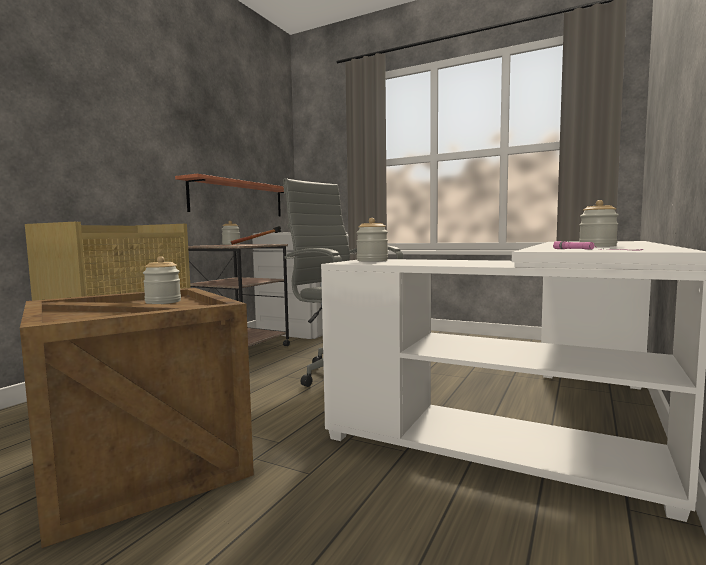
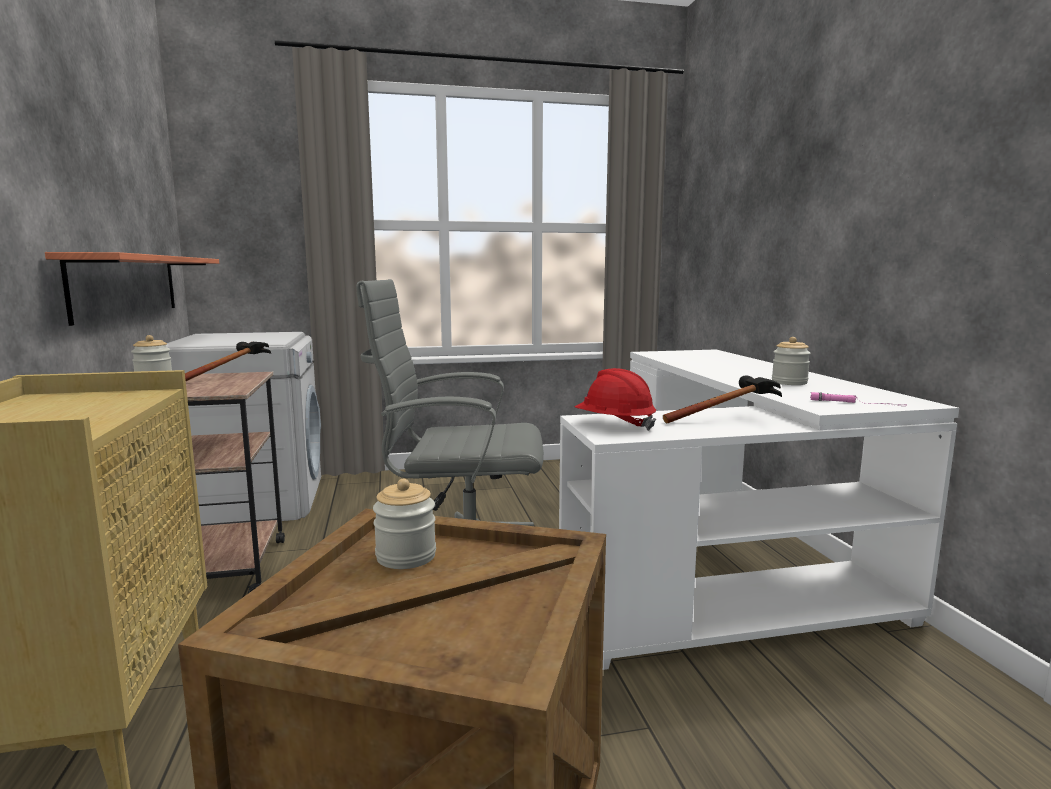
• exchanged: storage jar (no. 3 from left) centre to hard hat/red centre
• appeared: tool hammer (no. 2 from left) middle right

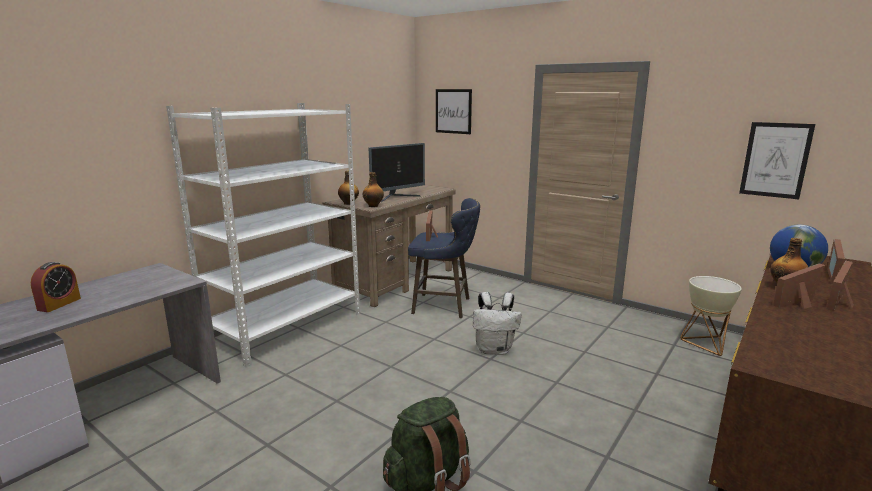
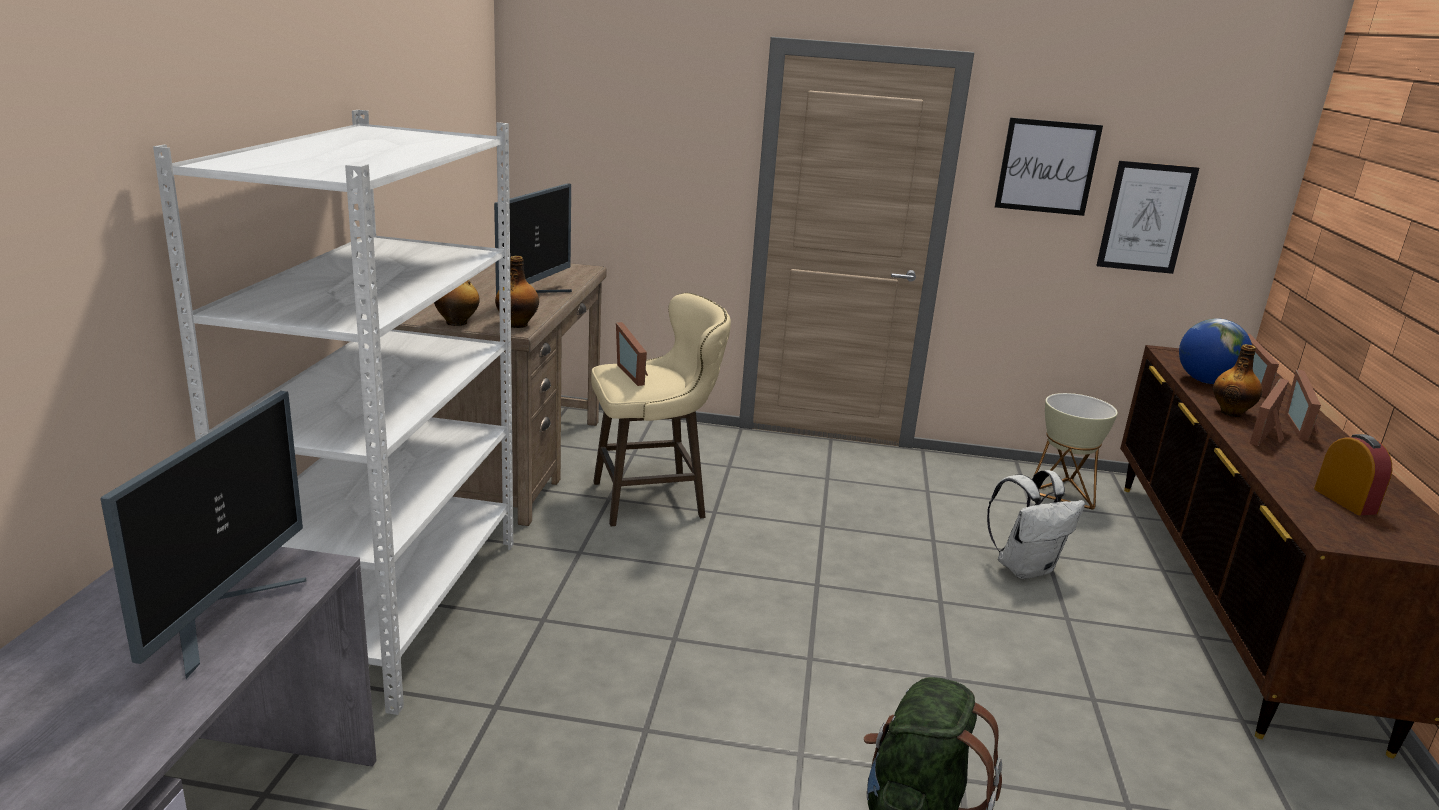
• relocated: wall art (no. 1 from left) top centre to top right
• colour: stool seat/blue-coloured centre to stool seat/beige-coloured centre
• relocated: table clock middle left to middle right
• relocated: backpack/white-coloured centre to middle right
• appeared: monitor (no. 1 from left) middle left

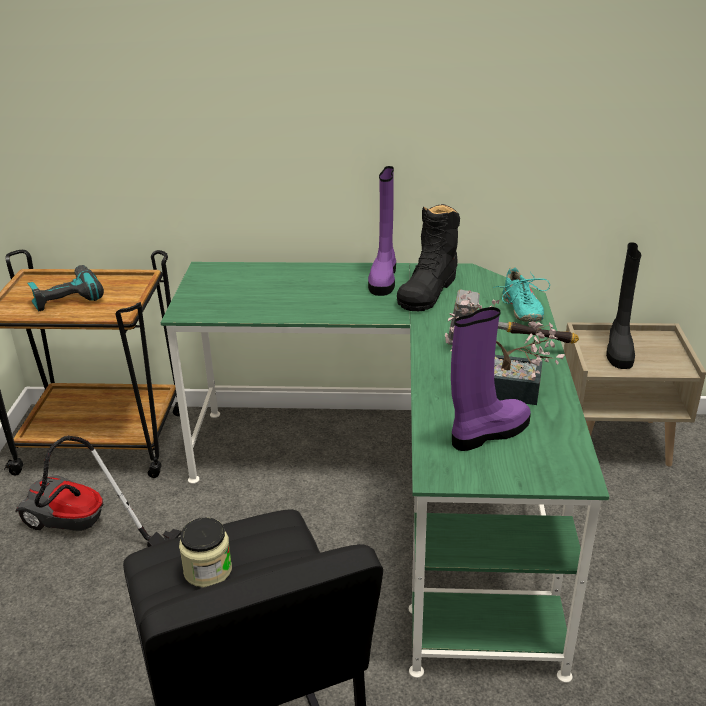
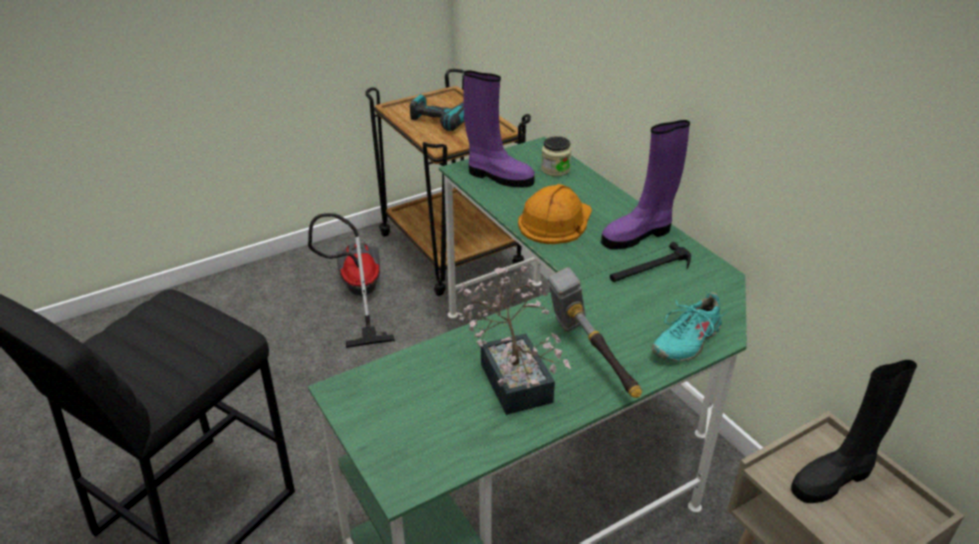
• exchanged: high-top boot/black-coloured (no. 1 from left) centre to tool hammer (no. 2 from left) centre
• relocated: high-top boot/purple (no. 2 from left in the first image) middle right to high-top boot/purple (no. 1 from left) top centre
• relocated: storage jar bottom left to top centre
• appeared: hard hat/orange centre

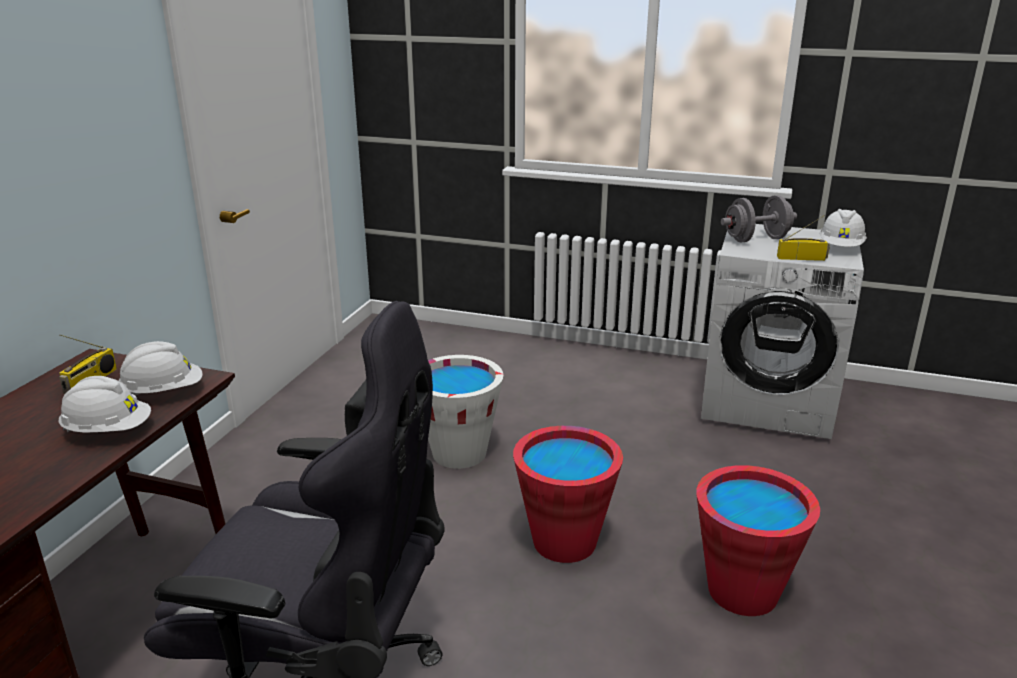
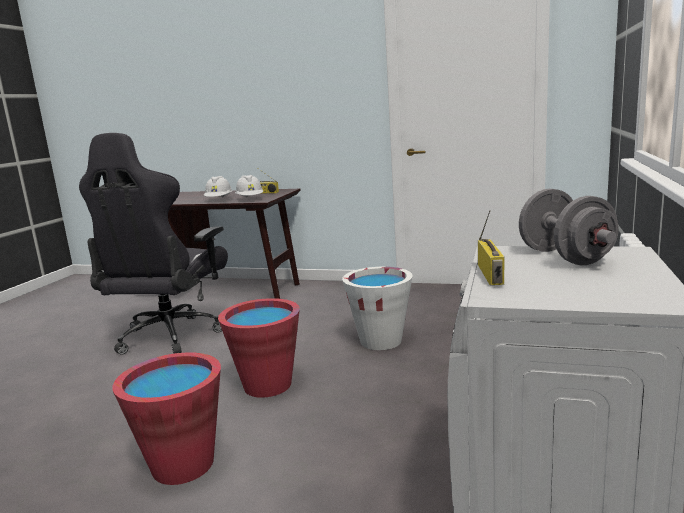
• missing: hard hat/white-coloured (no. 3 from left) middle right

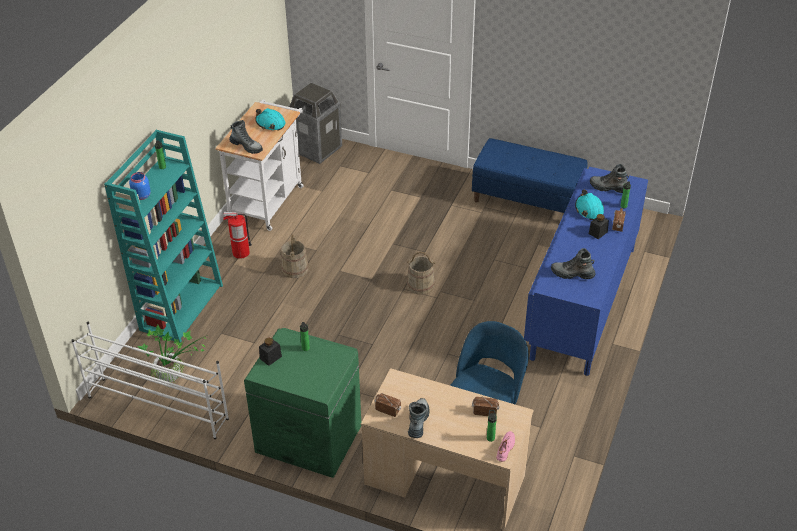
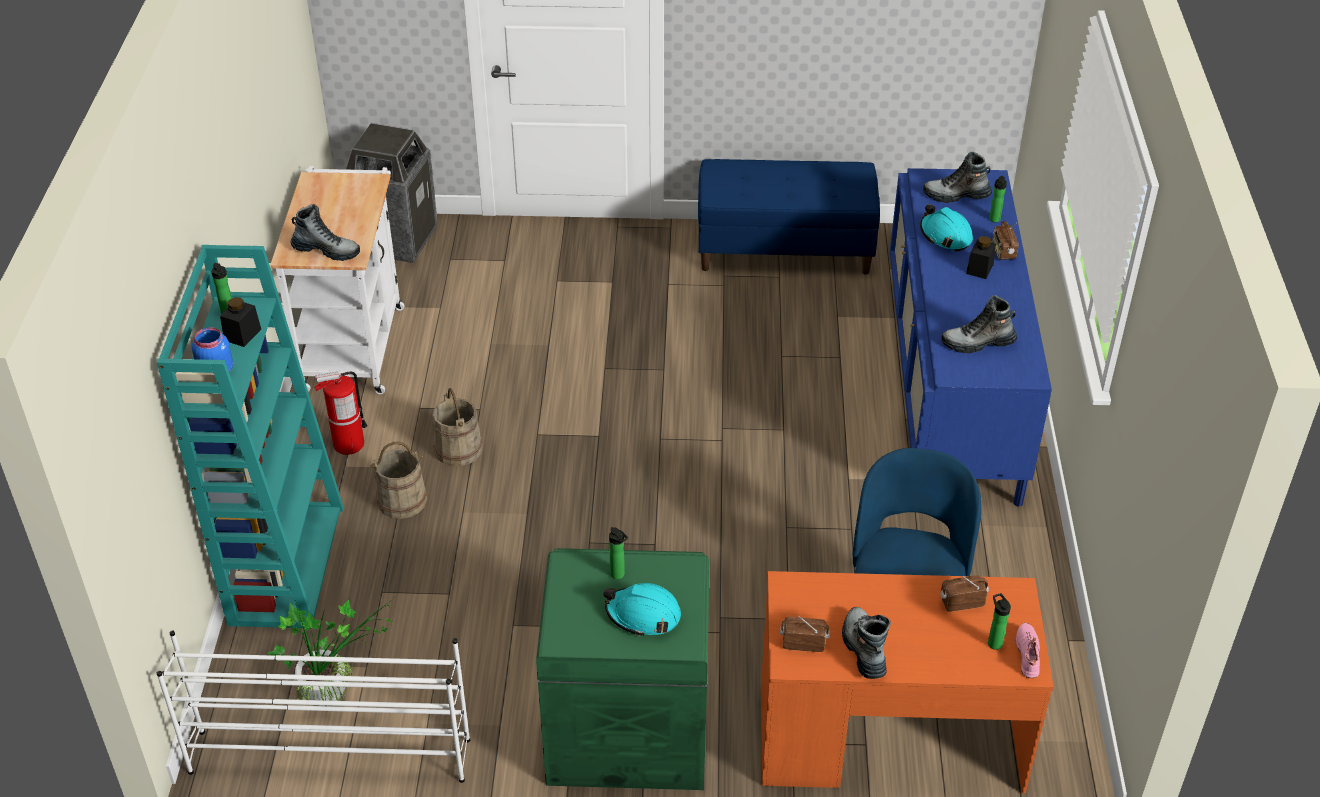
• relocated: hard hat/turquoise-coloured (no. 1 from left) top centre to bottom centre
• relocated: bucket/beige-coloured (no. 2 from left in the first image) centre to bucket/beige-coloured (no. 1 from left) middle left
• relocated: storage jar/black-coloured (no. 1 from left) centre to middle left
• colour: desk unit/beige-coloured bottom centre to desk unit/orange bottom right

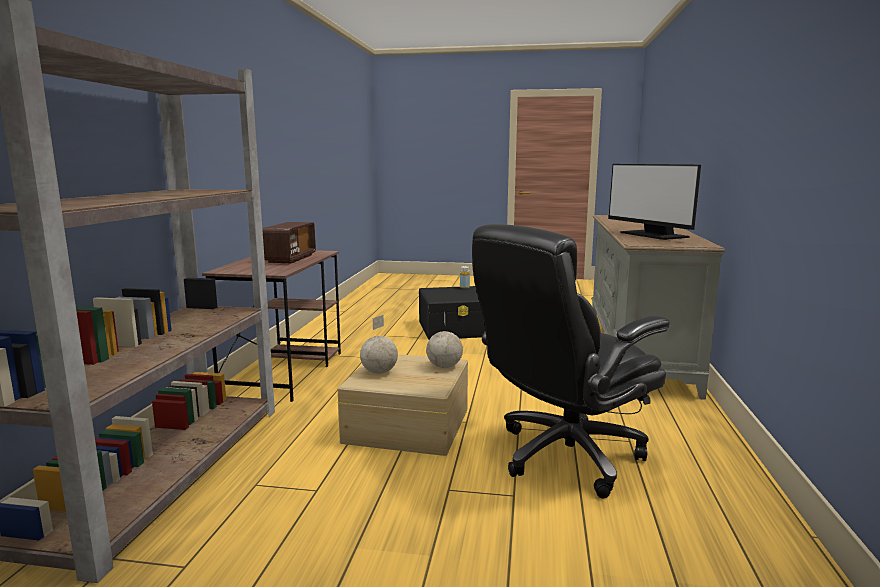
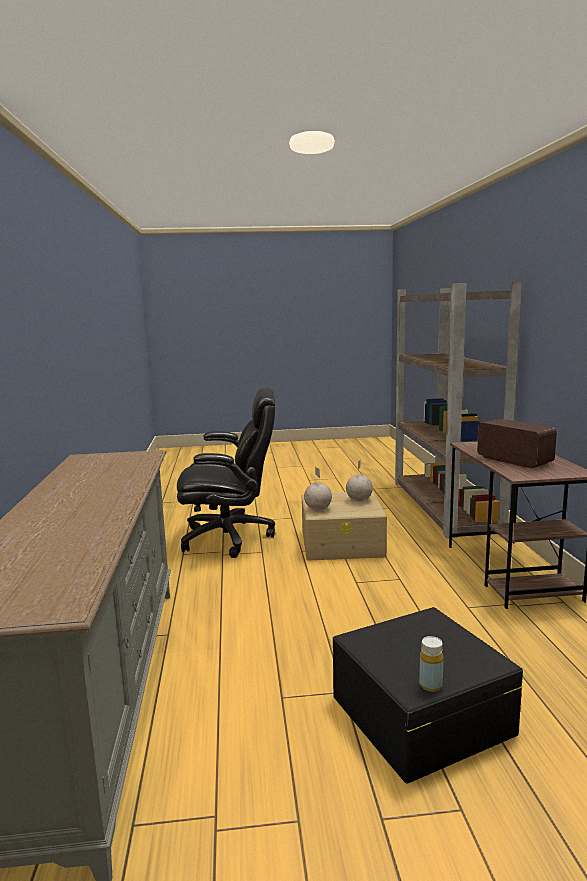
• missing: monitor middle right
• spun: radio receiver middle left = middle right 150 degrees clockwise
• spun: computer chair/black-coloured centre = centre 45 degrees clockwise

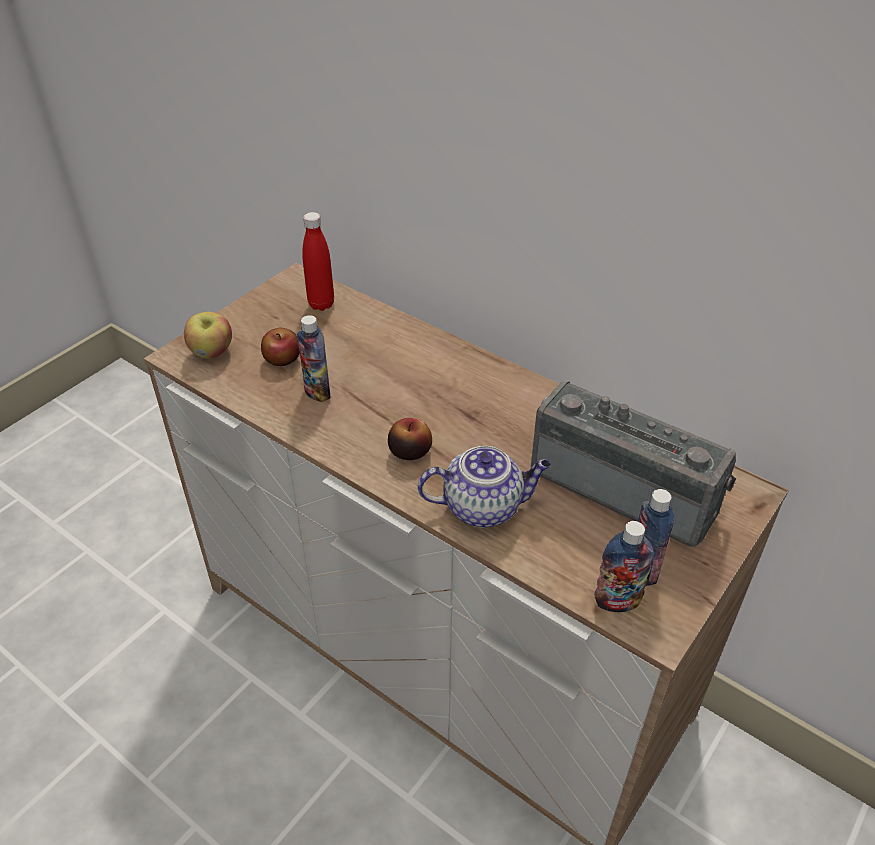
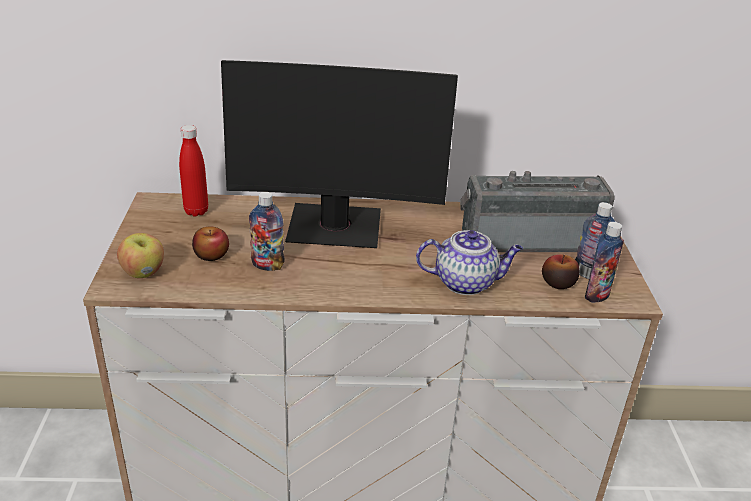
• relocated: whole apple (no. 3 from left) centre to middle right
• spun: tea pot centre = centre 45 degrees clockwise
• appeared: monitor top centre

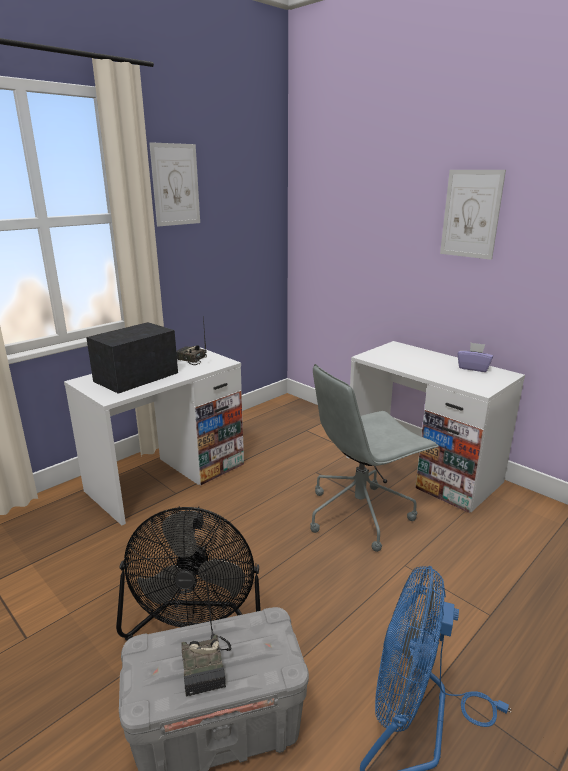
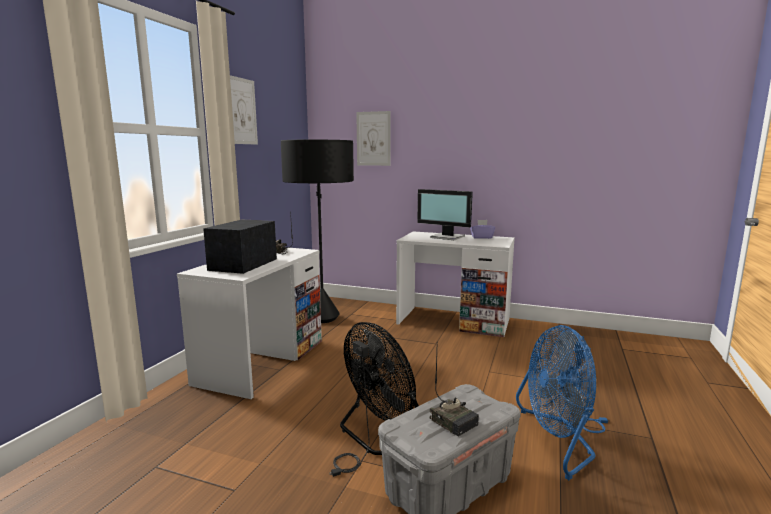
• relocated: wall art (no. 2 from left) top right to top centre
• missing: computer chair/greyish centre
• spun: cooling fan/black-coloured bottom left = bottom centre 105 degrees counterclockwise
• appeared: standard lamp/black-coloured centre
• appeared: monitor centre

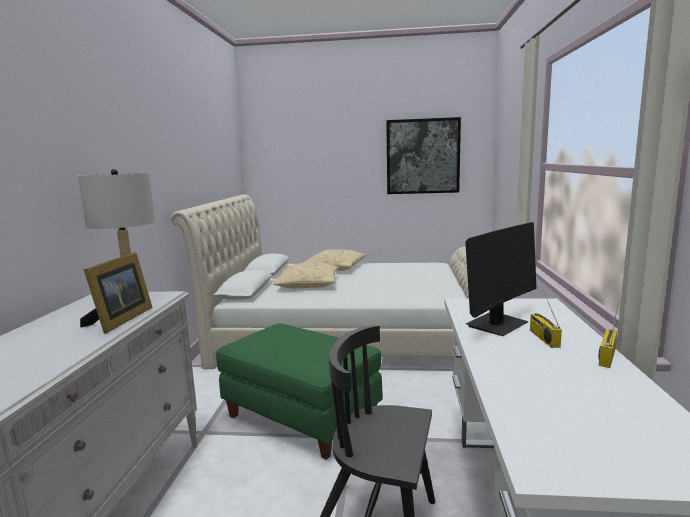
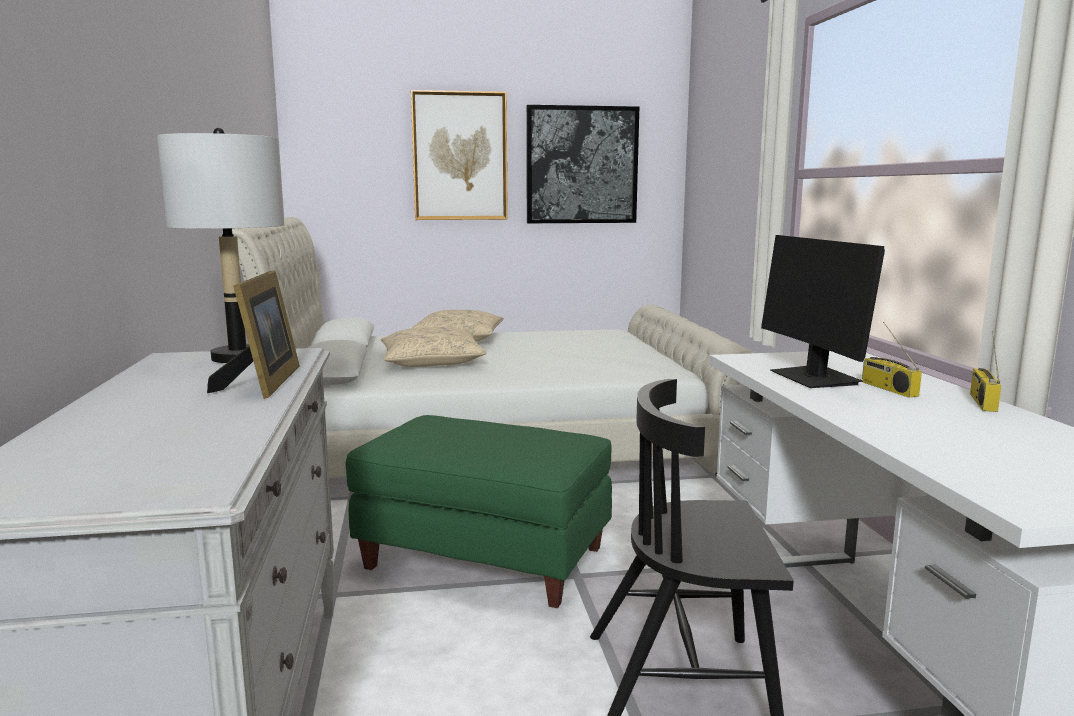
• spun: monitor middle right = middle right 135 degrees clockwise
• appeared: wall art (no. 1 from left) top centre

